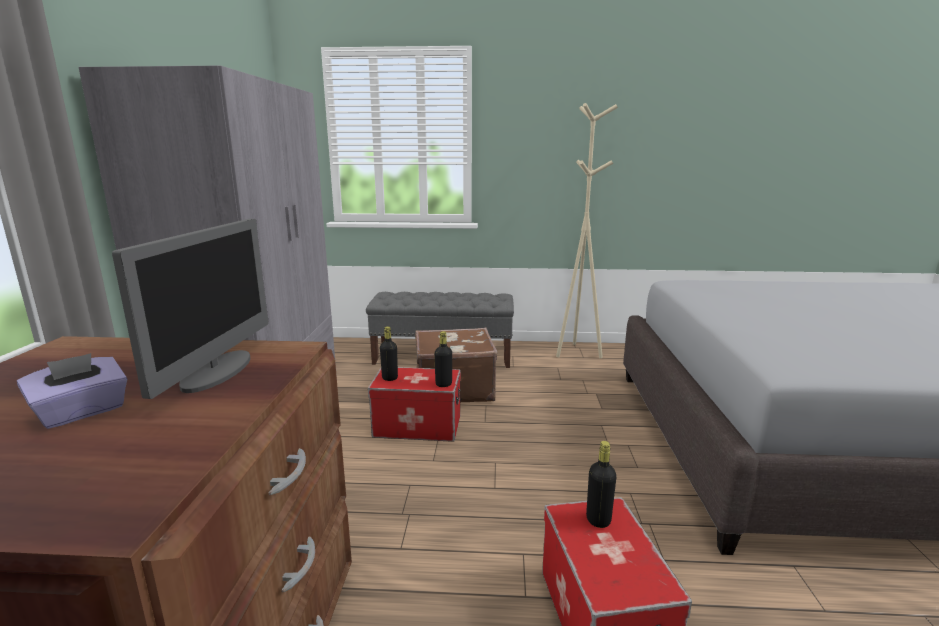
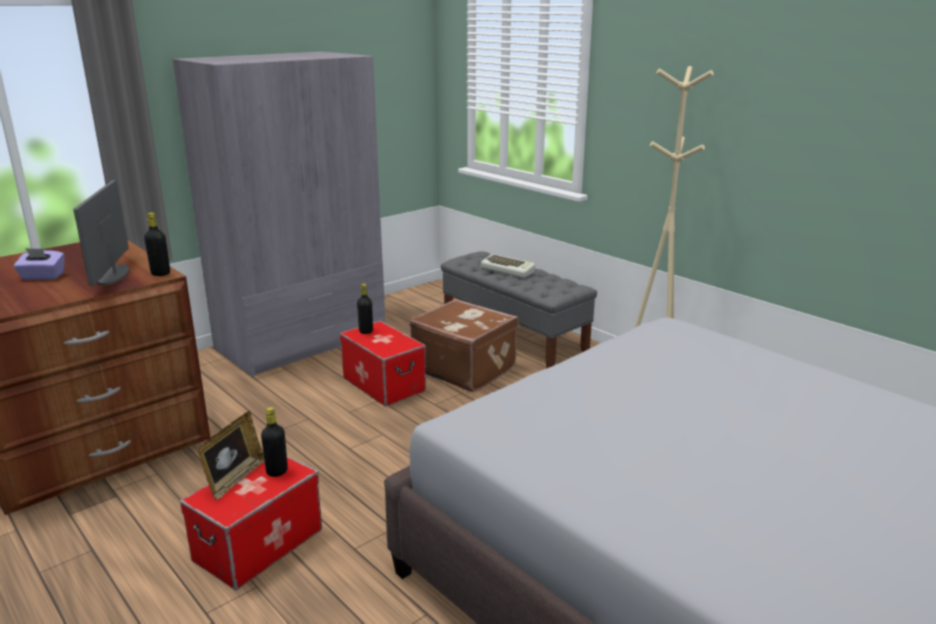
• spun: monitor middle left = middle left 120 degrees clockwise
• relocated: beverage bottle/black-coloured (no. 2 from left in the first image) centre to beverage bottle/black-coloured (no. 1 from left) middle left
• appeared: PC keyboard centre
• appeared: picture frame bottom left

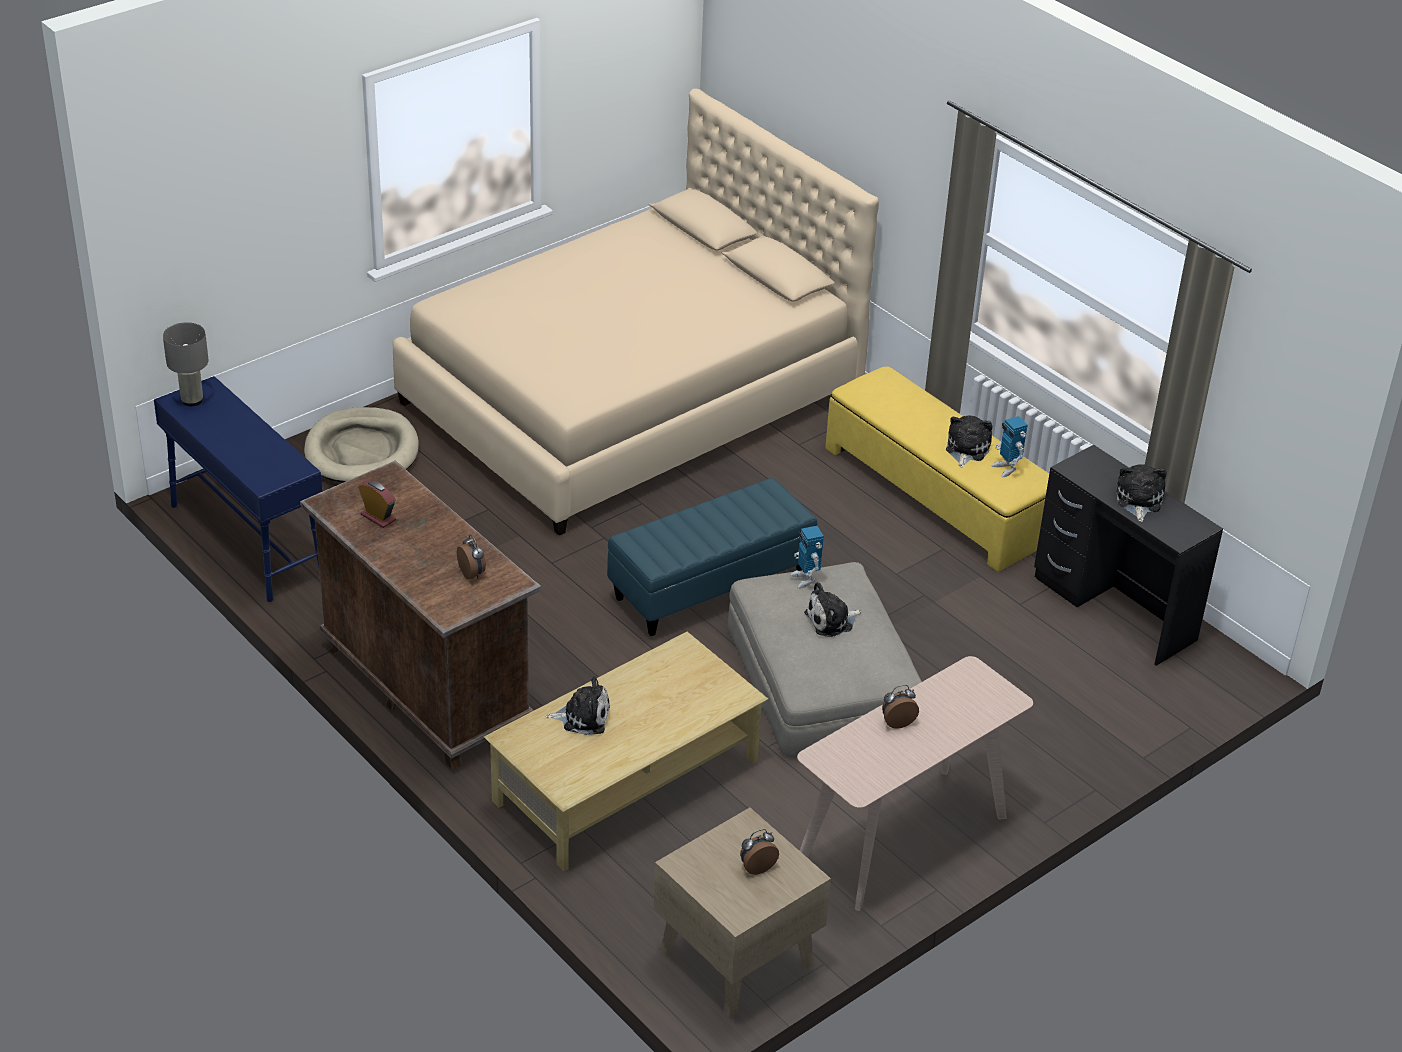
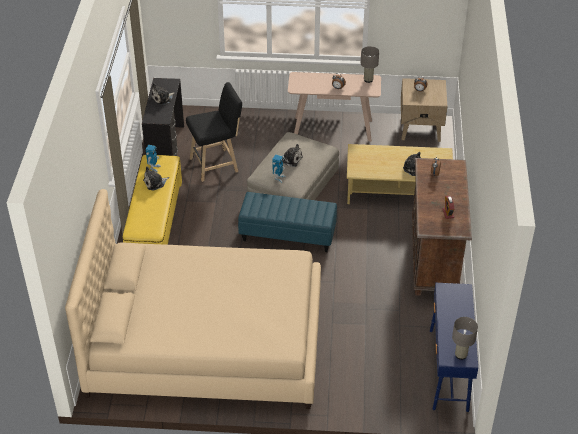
• missing: dog bed/beige-coloured middle left
• appeared: table lamp/greyish (no. 1 from left) top centre
• appeared: stool seat/black-coloured top centre

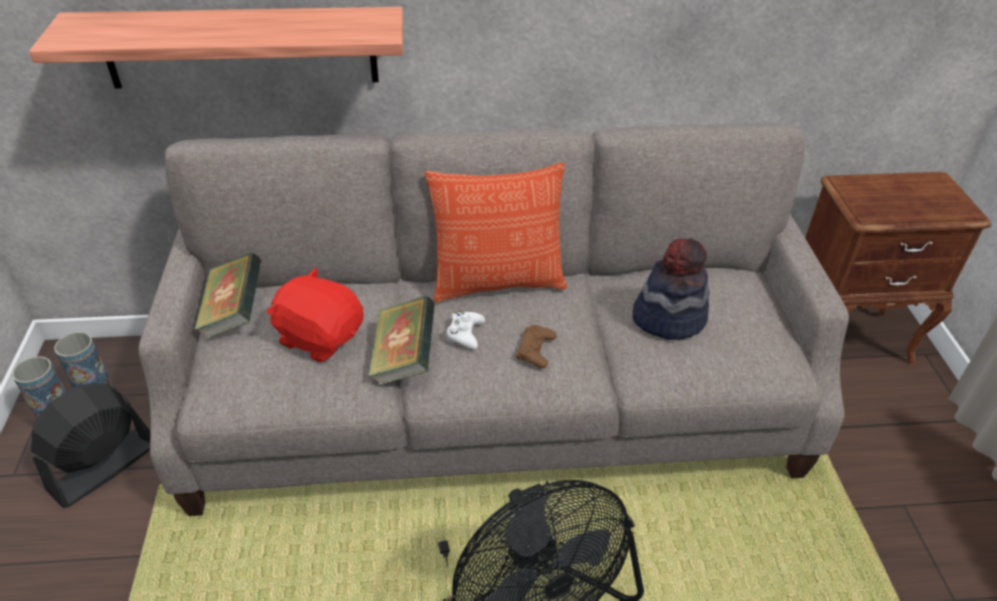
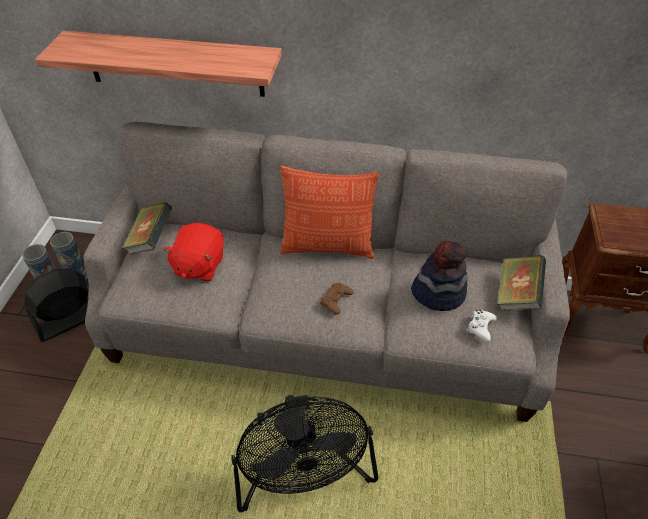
• spun: cuddly toy/red middle left = middle left 120 degrees counterclockwise
• relocated: volume (no. 2 from left) centre to middle right
• relocated: game controller/white-coloured centre to middle right

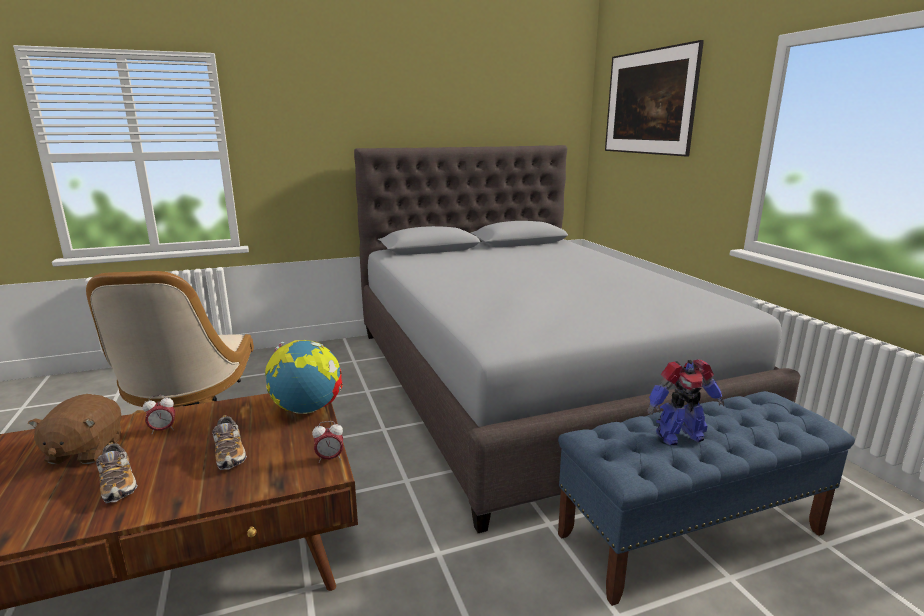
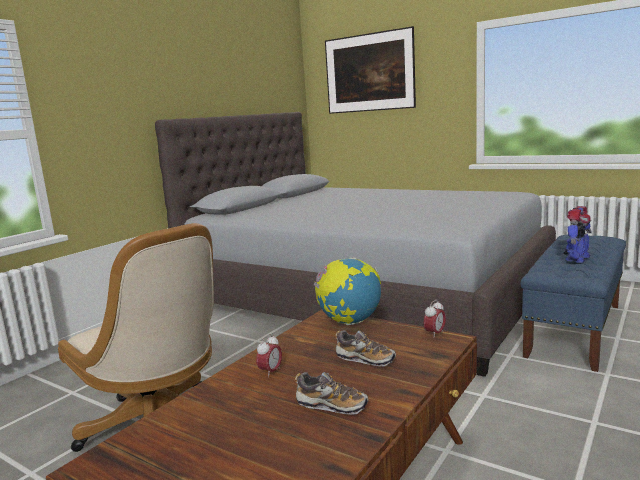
• missing: cuddly toy/brown-coloured bottom left

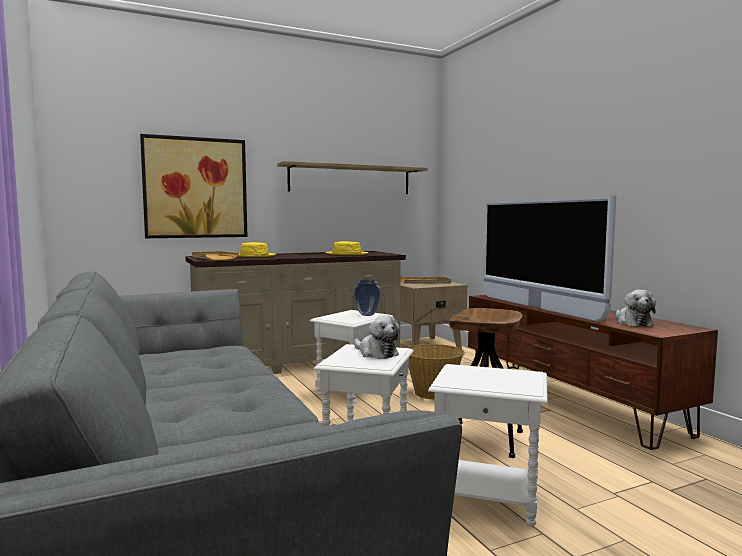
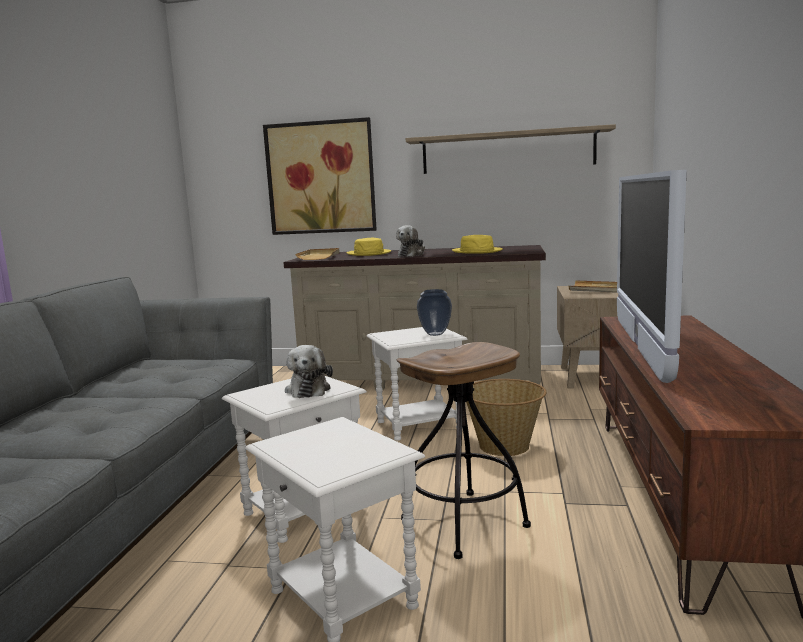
• relocated: cuddly toy (no. 2 from left) middle right to centre

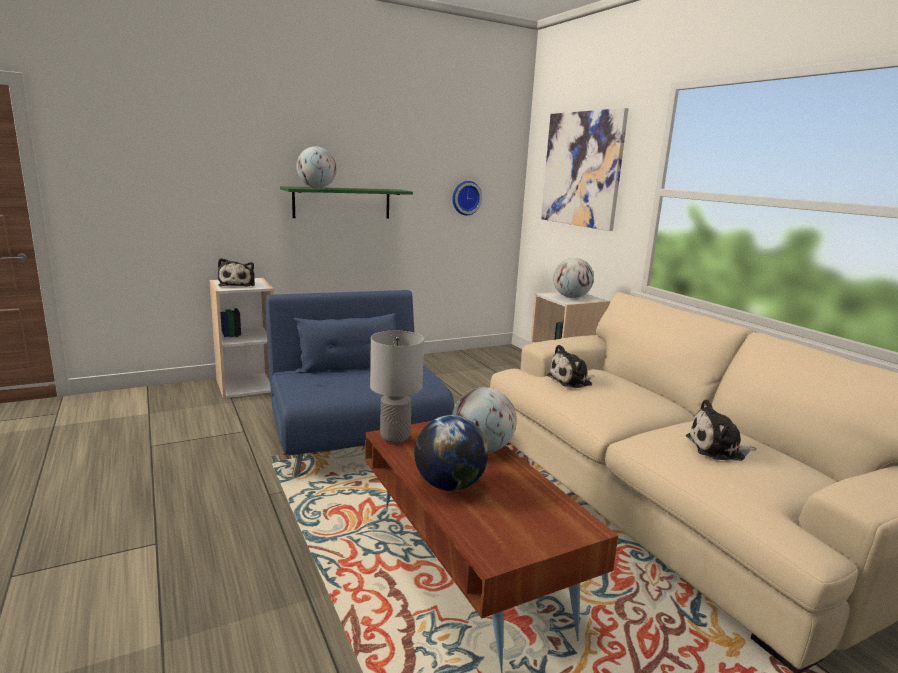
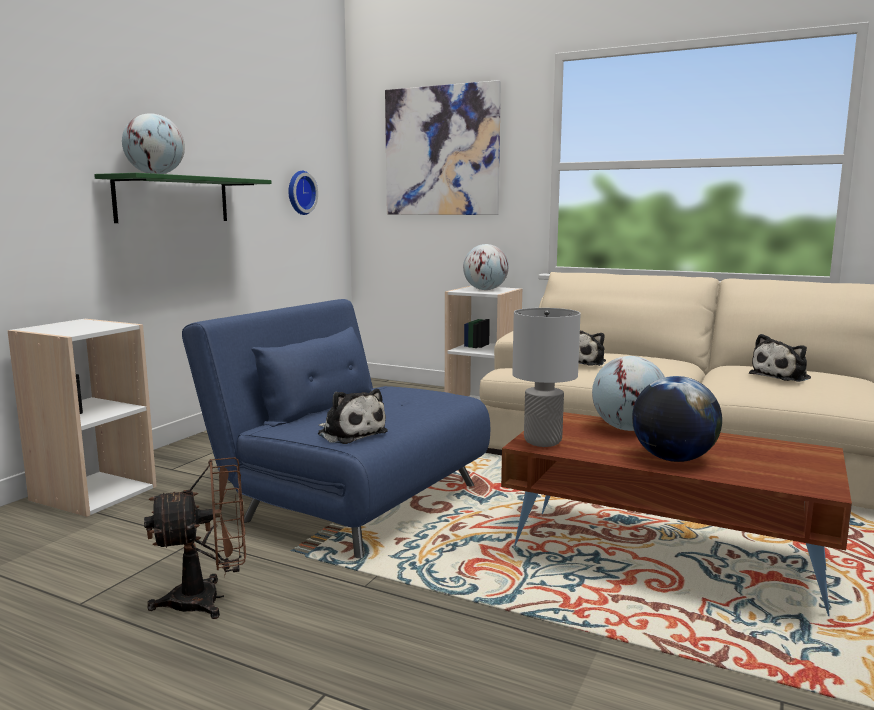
• relocated: cuddly toy (no. 1 from left) middle left to centre
• appeared: cooling fan/brown-coloured bottom left

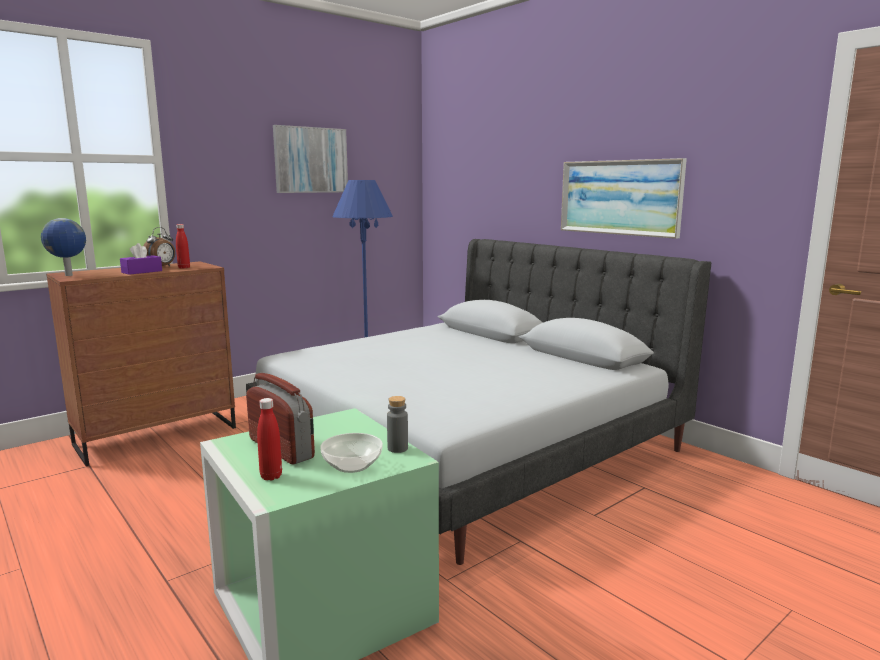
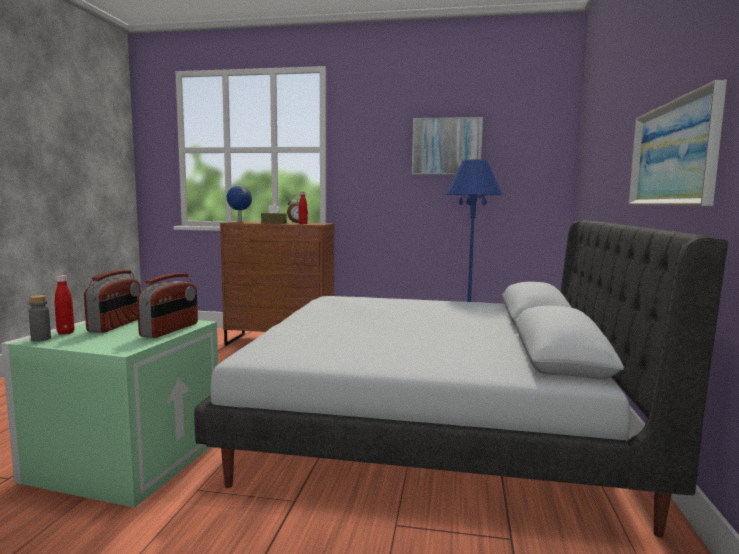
• colour: tissue holder/purple middle left to tissue holder/brown-coloured centre
• relocated: beverage bottle/greyish centre to middle left
• missing: deep dish bottom centre
• appeared: radio receiver (no. 2 from left) middle left

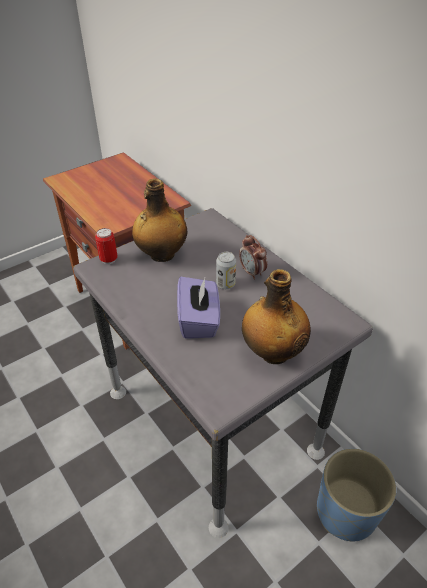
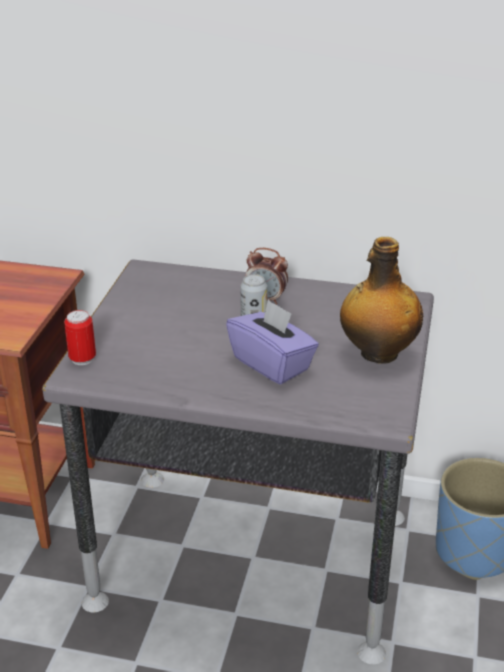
• missing: beverage bottle (no. 1 from left) centre

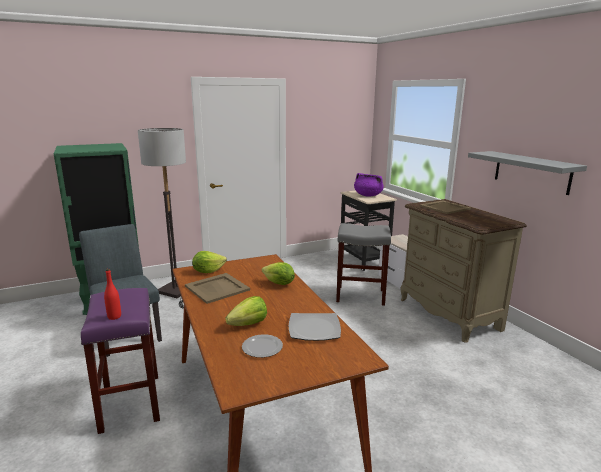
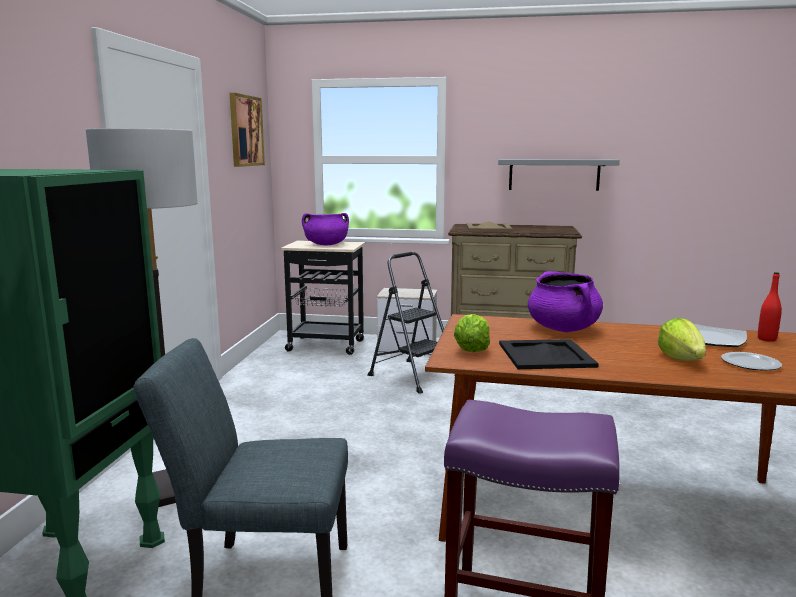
• exchanged: stool seat/greyish centre to step stool/black-coloured centre
• exchanged: lettuce head (no. 3 from left) centre to cooking pot/purple (no. 2 from left) middle right
• relocated: beverage bottle/red middle left to middle right
• colour: tray/beige-coloured (no. 1 from left) centre to tray/black-coloured middle right
• appeared: wall art top left

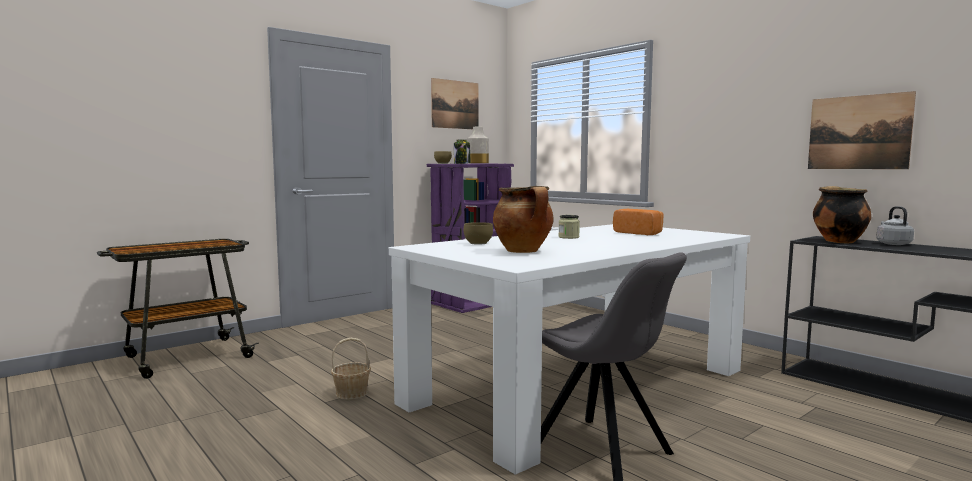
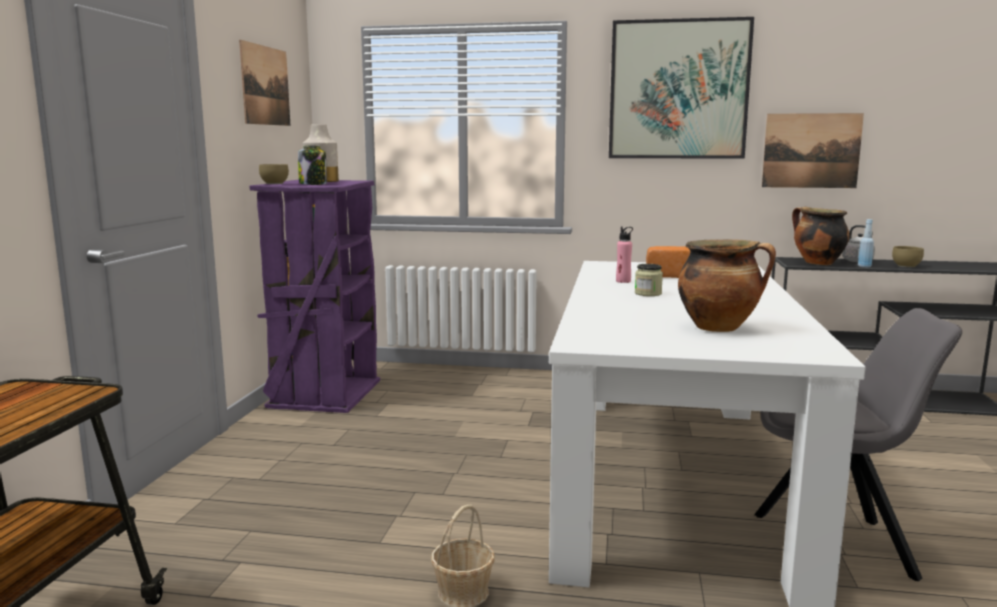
• relocated: deep dish/brown-coloured (no. 2 from left) centre to middle right
• appeared: wall art (no. 2 from left) top right
• appeared: beverage bottle/blue-coloured middle right
• appeared: beverage bottle/pink-coloured centre

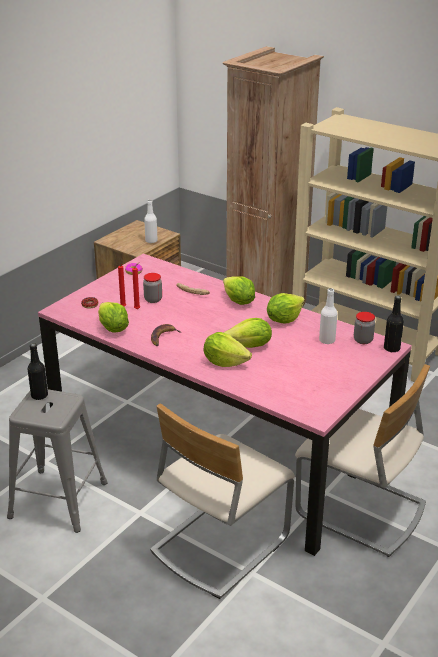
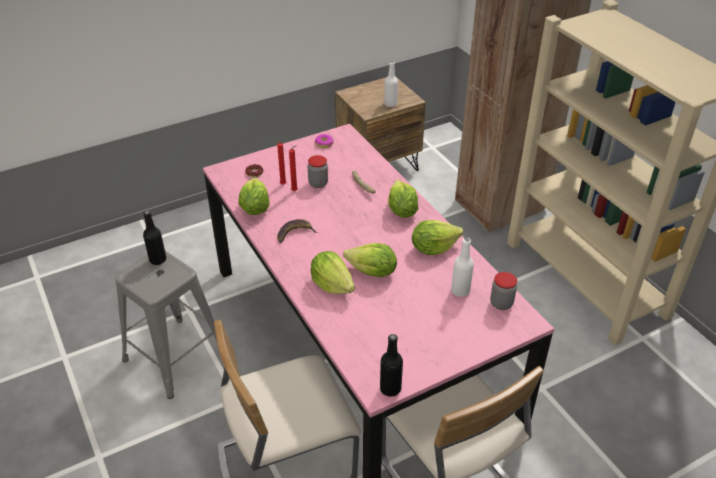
• relocated: beverage bottle/black-coloured (no. 2 from left) middle right to bottom centre

